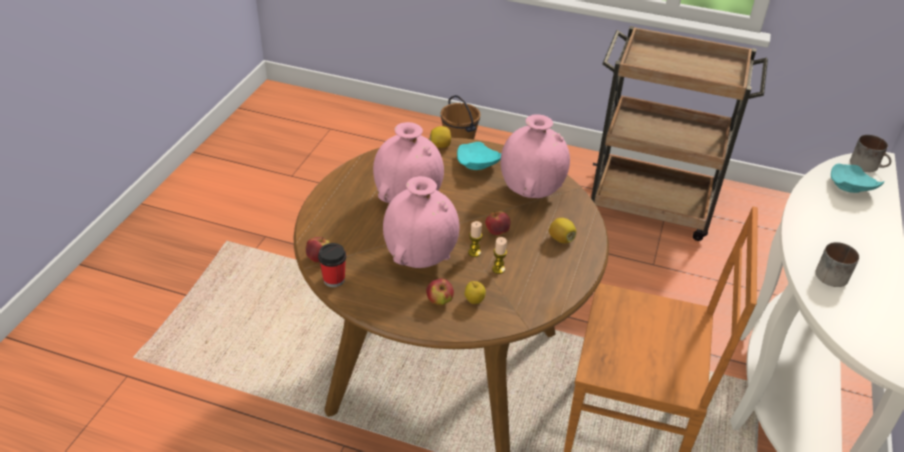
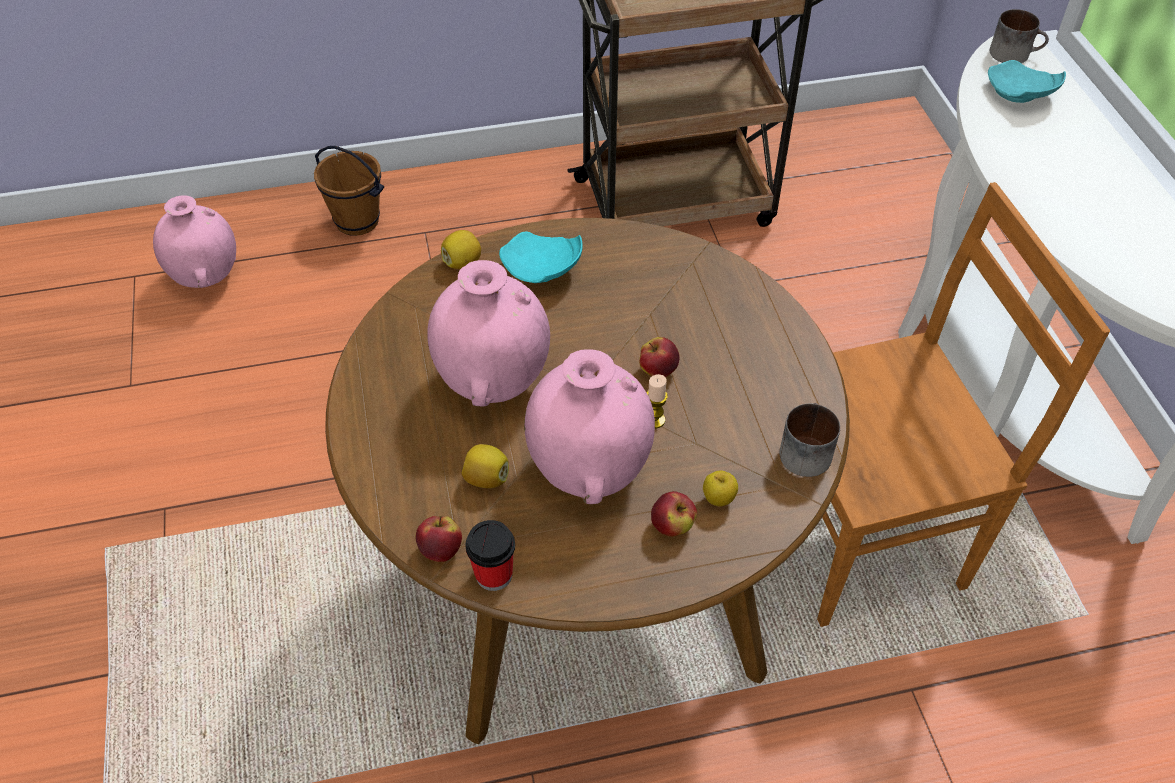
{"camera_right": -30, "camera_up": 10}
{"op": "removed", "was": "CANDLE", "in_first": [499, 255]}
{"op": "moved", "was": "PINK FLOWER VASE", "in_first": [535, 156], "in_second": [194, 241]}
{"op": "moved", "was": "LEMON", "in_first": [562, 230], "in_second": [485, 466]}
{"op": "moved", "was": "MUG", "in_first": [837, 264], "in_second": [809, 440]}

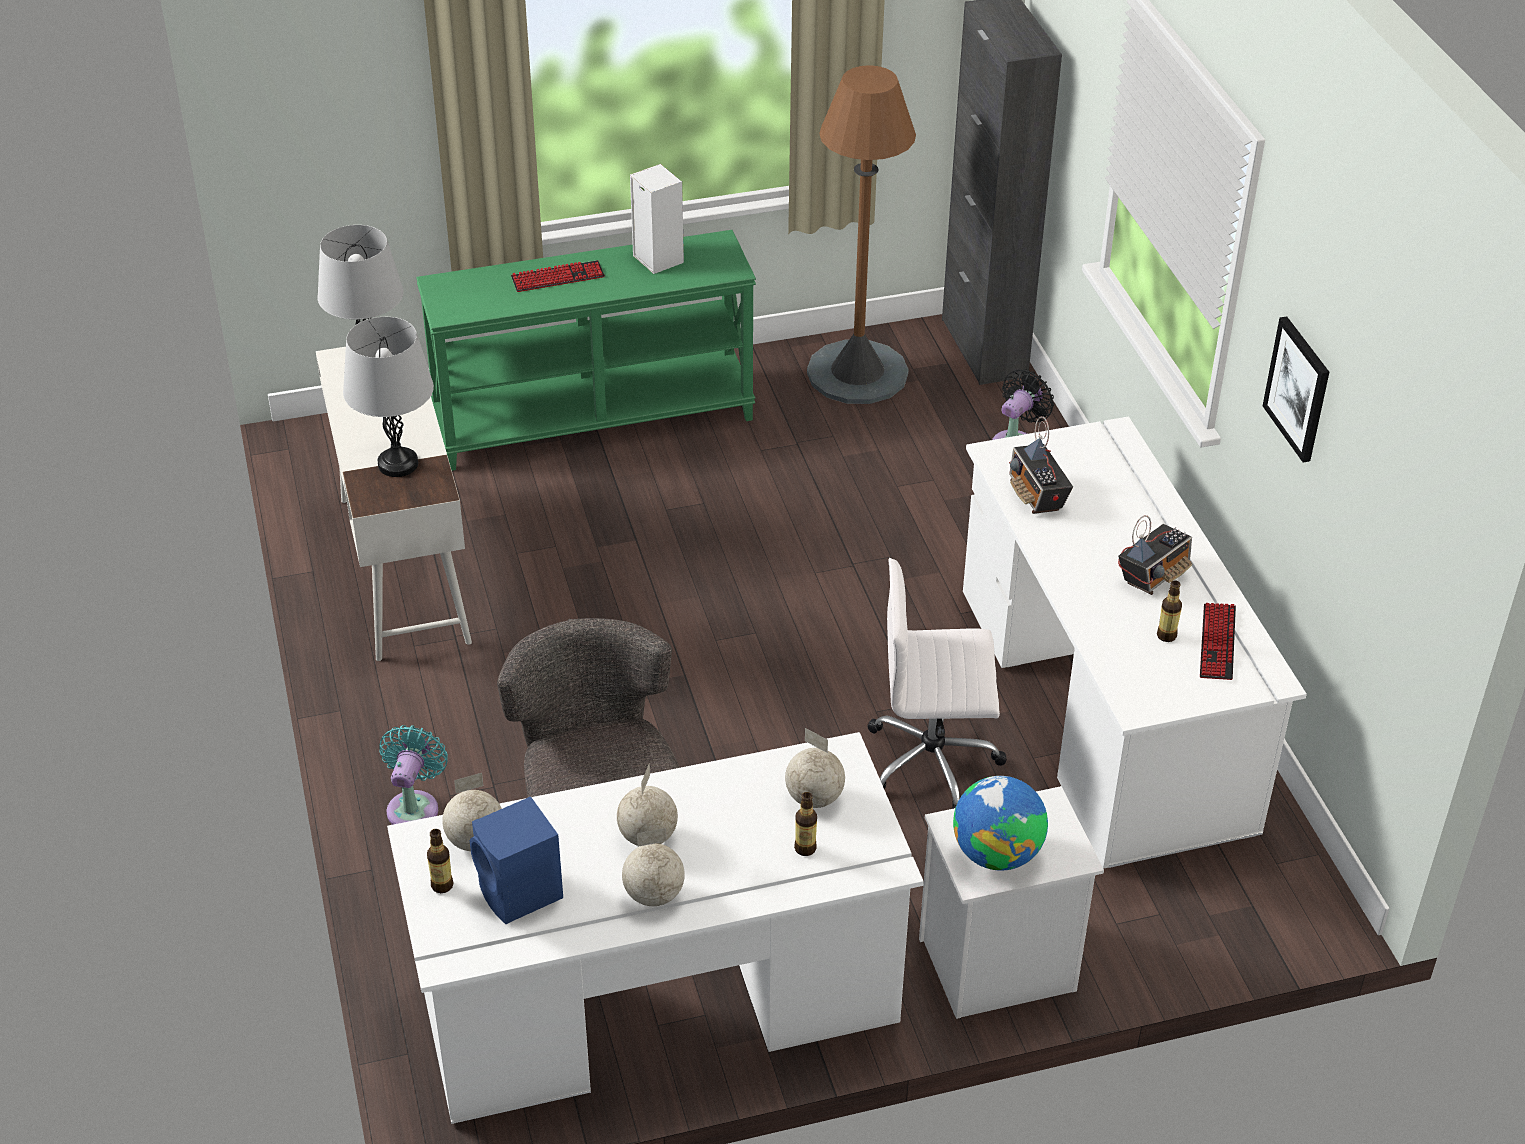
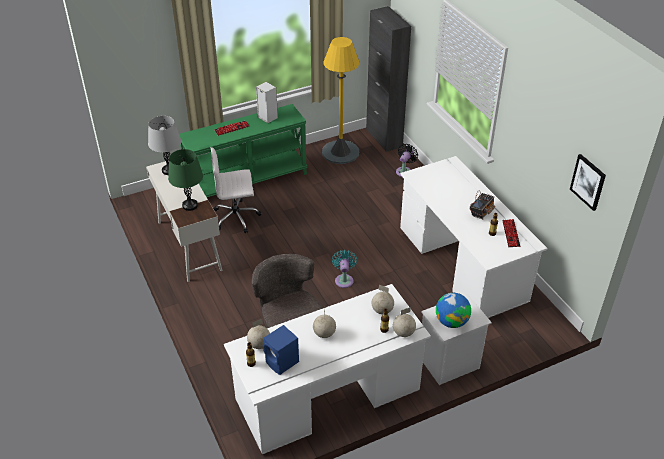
{"camera_right": -10, "camera_up": 0}
{"op": "removed", "was": "RADIO", "in_first": [1041, 465]}
{"op": "moved", "was": "TURQUOISE FAN", "in_first": [413, 775], "in_second": [344, 269]}
{"op": "moved", "was": "DESK GLOBE", "in_first": [653, 867], "in_second": [404, 322]}
{"op": "moved", "was": "WHITE-COLOURED OFFICE CHAIR", "in_first": [937, 683], "in_second": [236, 190]}
{"op": "moved", "was": "WALL ART", "in_first": [1296, 389], "in_second": [588, 182]}
{"op": "recoloured", "was": "GRAY LAMP FOR A TABLE", "now": "GREEN LAMP FOR A TABLE", "in_first": [388, 397], "in_second": [185, 180]}
{"op": "recoloured", "was": "BROWNISH STANDING LAMP", "now": "YELLOW-COLOURED STANDING LAMP", "in_first": [861, 234], "in_second": [340, 100]}

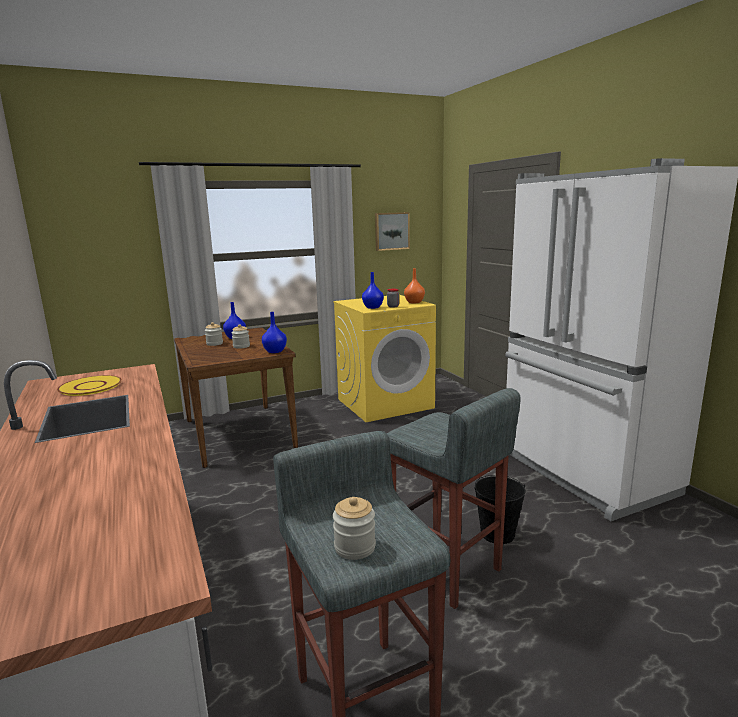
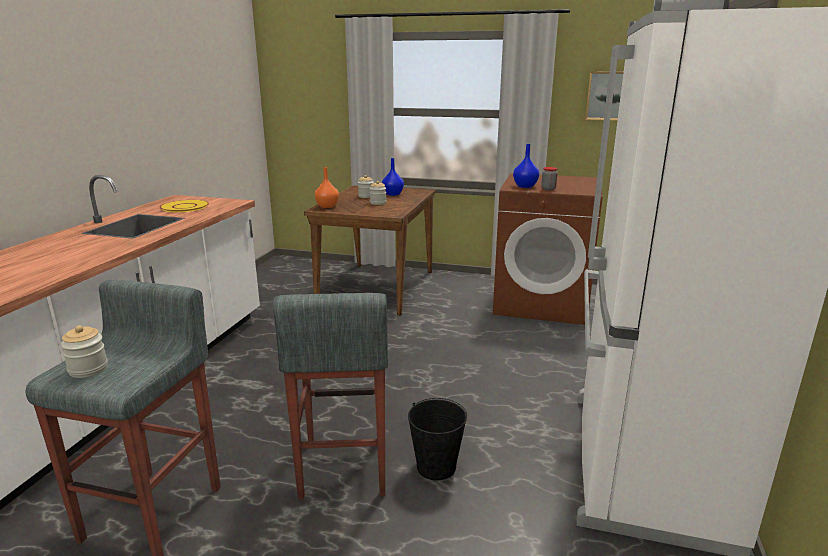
{"camera_right": 40, "camera_up": 5}
{"op": "removed", "was": "BLUE-COLOURED FLOWER VASE", "in_first": [274, 332]}
{"op": "moved", "was": "ORANGEY FLOWER VASE", "in_first": [414, 285], "in_second": [327, 187]}
{"op": "recoloured", "was": "YELLOW-COLOURED LAUNDRY MACHINE", "now": "BROWNISH LAUNDRY MACHINE", "in_first": [384, 358], "in_second": [548, 249]}

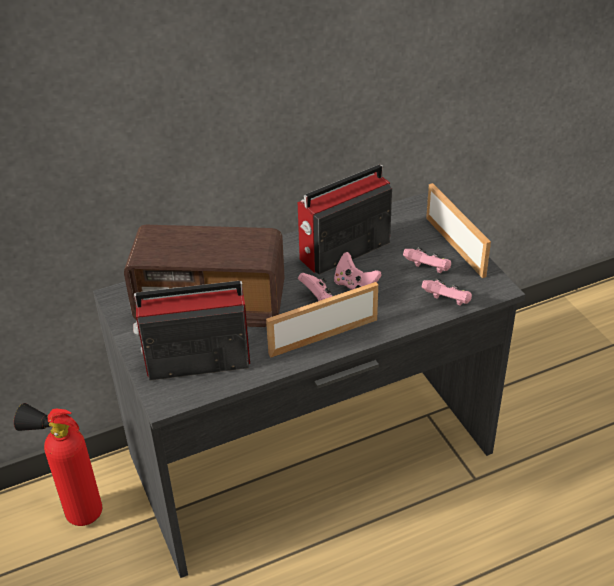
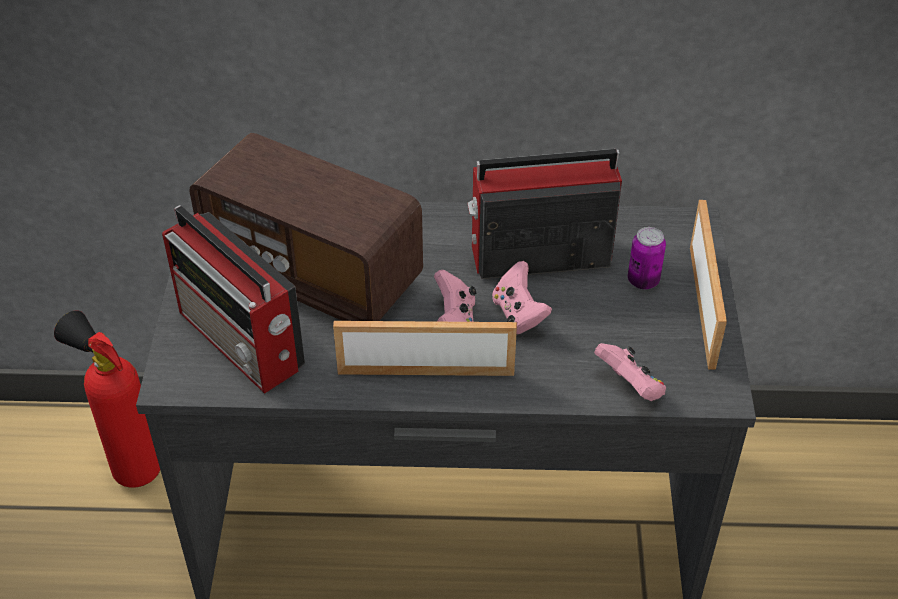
{"camera_right": 25, "camera_up": 5}
{"op": "removed", "was": "PINK GAMEPAD", "in_first": [427, 260]}
{"op": "added", "now": "SEALED CAN", "in_second": [647, 258]}
{"op": "turned", "was": "RADIO", "in_first": [191, 331], "in_second": [233, 299], "clockwise": -150}

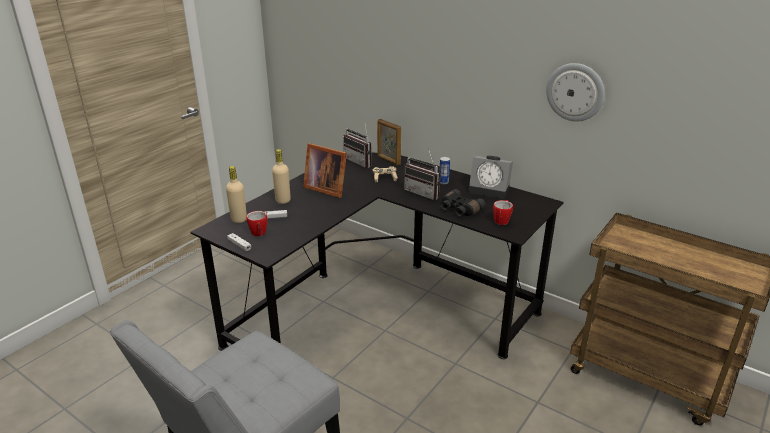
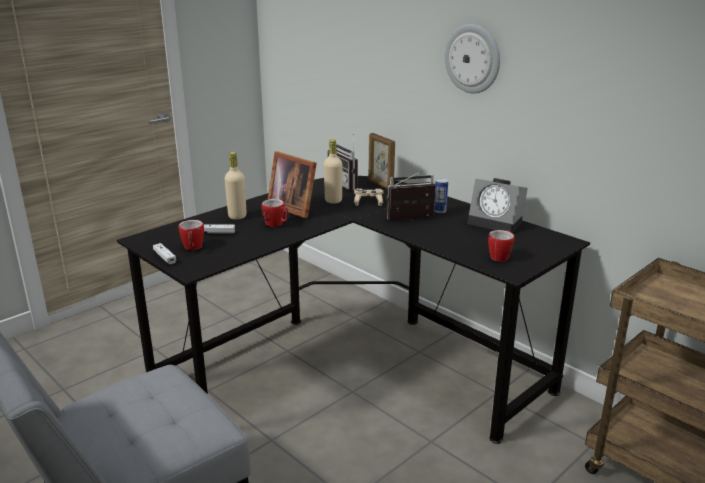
{"camera_right": 10, "camera_up": -5}
{"op": "removed", "was": "BLACKISH BINOCULARS", "in_first": [463, 202]}
{"op": "added", "now": "MUG", "in_second": [275, 213]}
{"op": "moved", "was": "BEIGE BOTTLE", "in_first": [236, 194], "in_second": [333, 171]}
{"op": "moved", "was": "WALL CLOCK", "in_first": [575, 92], "in_second": [472, 58]}
{"op": "turned", "was": "RADIO", "in_first": [422, 174], "in_second": [411, 196], "clockwise": 120}

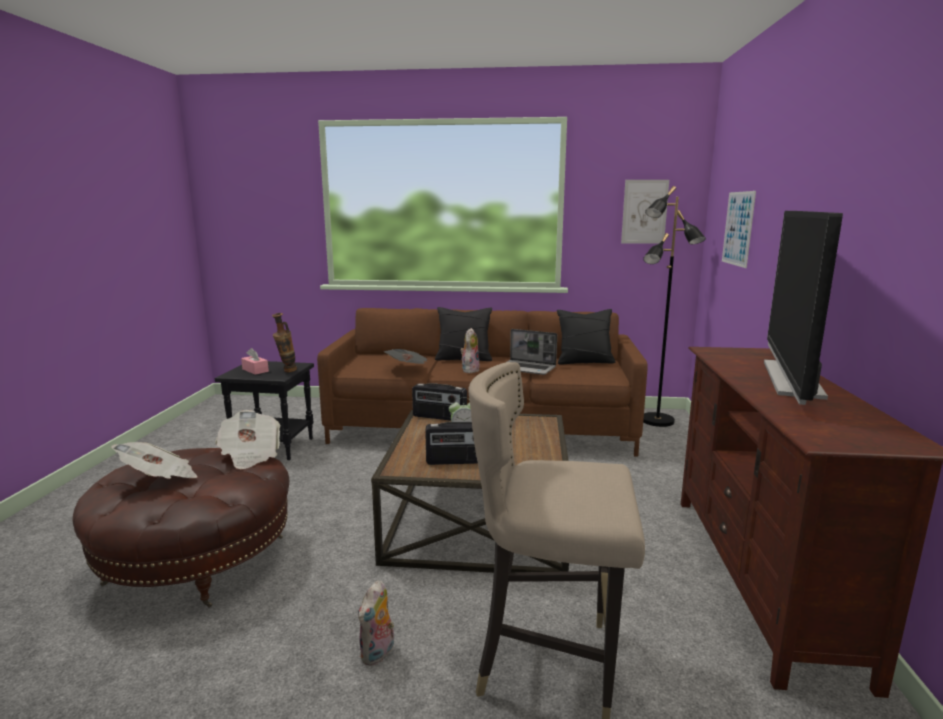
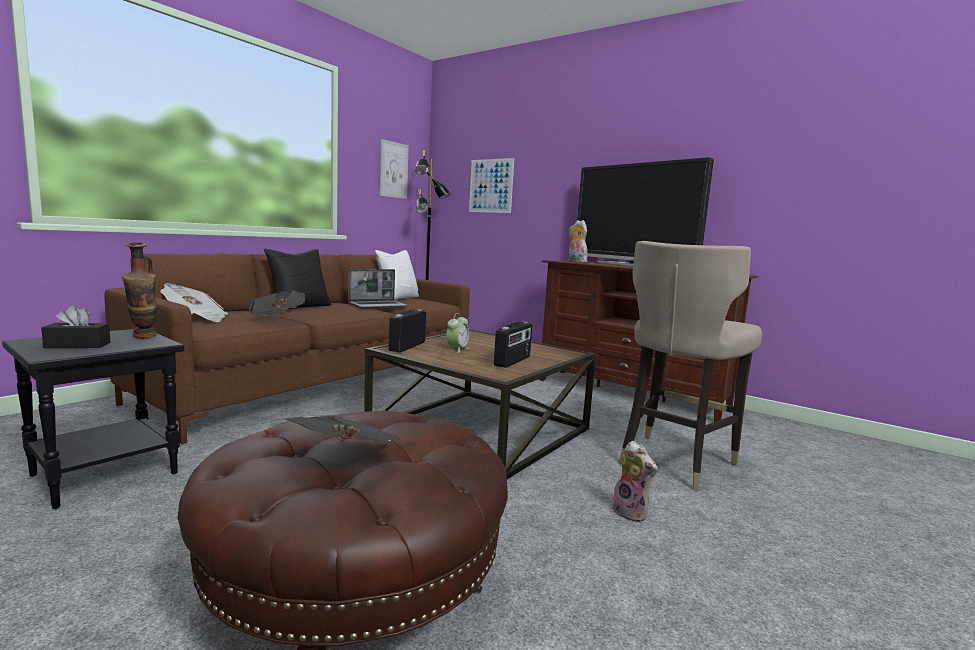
{"camera_right": -60, "camera_up": -5}
{"op": "moved", "was": "NEWSPAPER", "in_first": [247, 439], "in_second": [194, 302]}
{"op": "moved", "was": "SOFT TOY", "in_first": [470, 350], "in_second": [577, 241]}
{"op": "recoloured", "was": "PINK BOX OF TISSUES", "now": "BLACKISH BOX OF TISSUES", "in_first": [255, 361], "in_second": [75, 326]}
{"op": "recoloured", "was": "BLACKISH THROW PILLOW", "now": "WHITE-COLOURED THROW PILLOW", "in_first": [586, 337], "in_second": [397, 275]}
{"op": "turned", "was": "RADIO", "in_first": [439, 402], "in_second": [407, 330], "clockwise": 150}

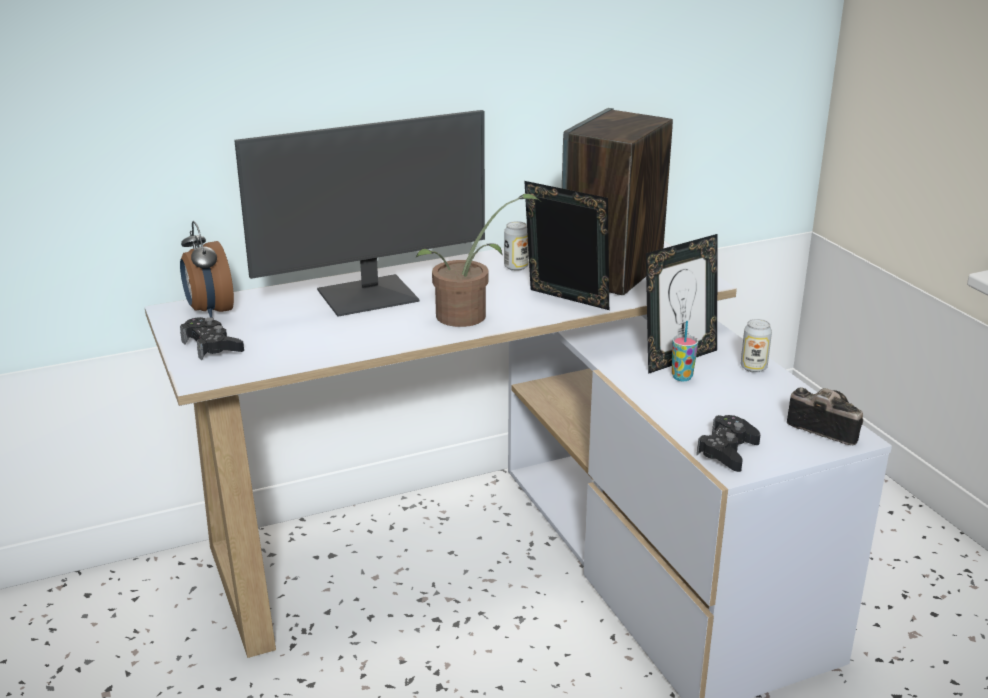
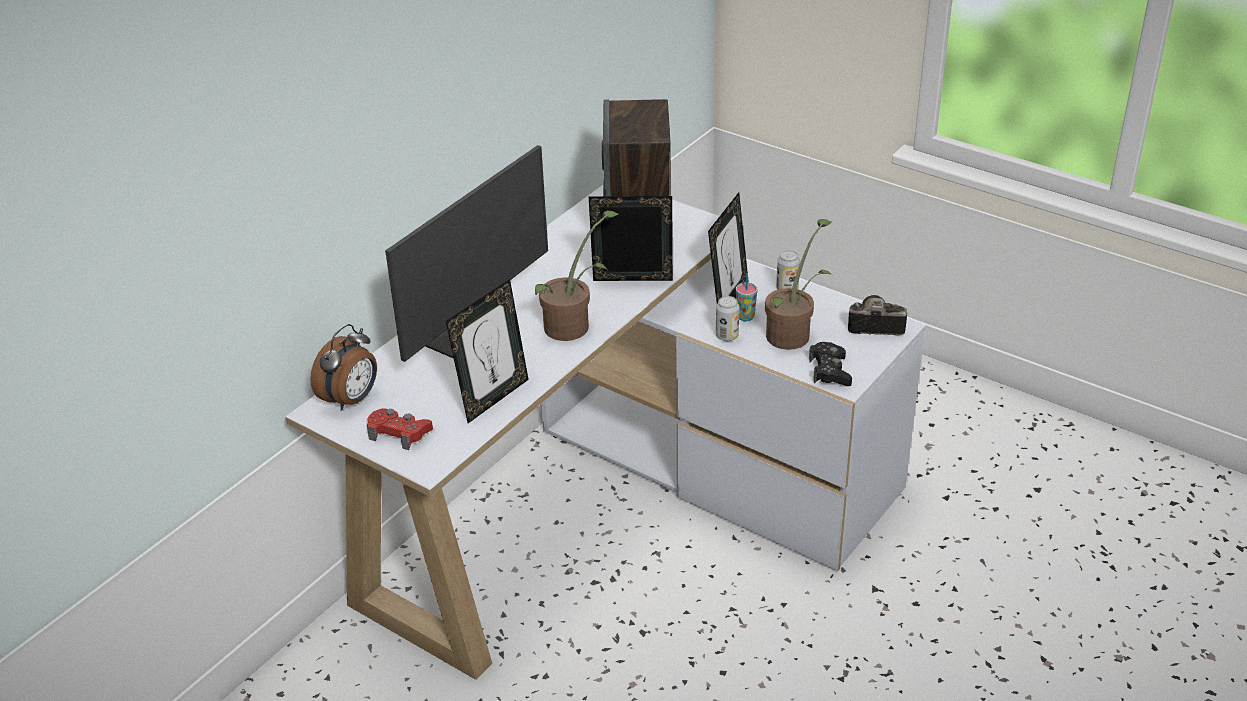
{"camera_right": -30, "camera_up": 10}
{"op": "added", "now": "PICTURE FRAME", "in_second": [487, 351]}
{"op": "added", "now": "PLANT IN A POT", "in_second": [799, 284]}
{"op": "moved", "was": "SEALED CAN", "in_first": [516, 246], "in_second": [728, 318]}
{"op": "recoloured", "was": "BLACKISH GAMEPAD", "now": "RED-COLOURED GAMEPAD", "in_first": [212, 338], "in_second": [400, 429]}
{"op": "turned", "was": "TABLE CLOCK", "in_first": [207, 269], "in_second": [343, 367], "clockwise": -90}

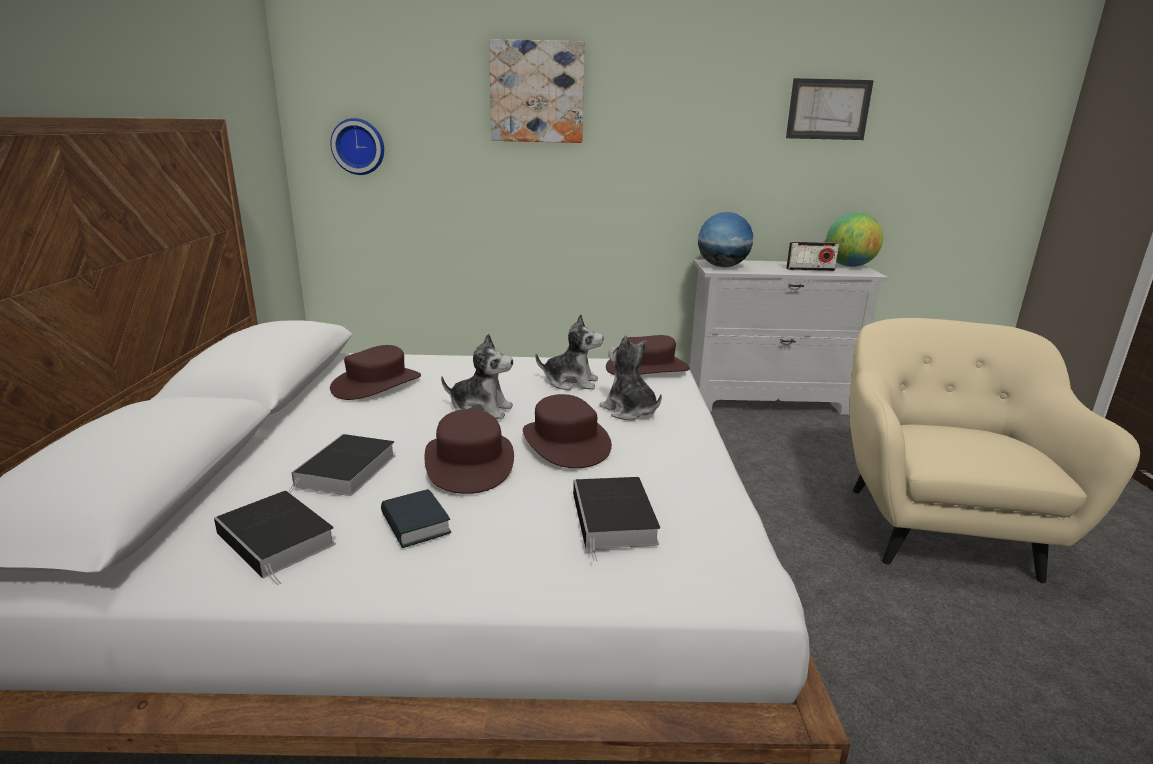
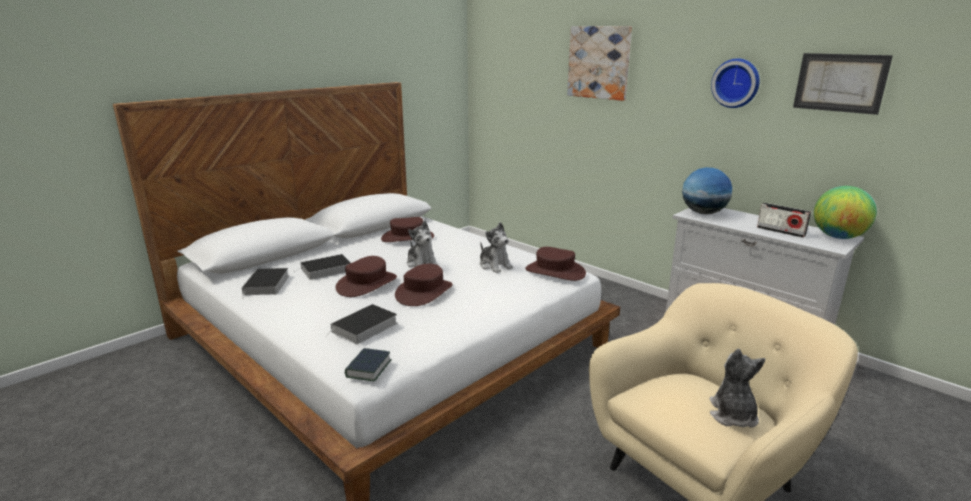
{"camera_right": 45, "camera_up": 0}
{"op": "moved", "was": "WALL CLOCK", "in_first": [357, 146], "in_second": [735, 83]}
{"op": "moved", "was": "VOLUME", "in_first": [416, 518], "in_second": [368, 364]}
{"op": "moved", "was": "SOFT TOY", "in_first": [630, 377], "in_second": [737, 388]}

